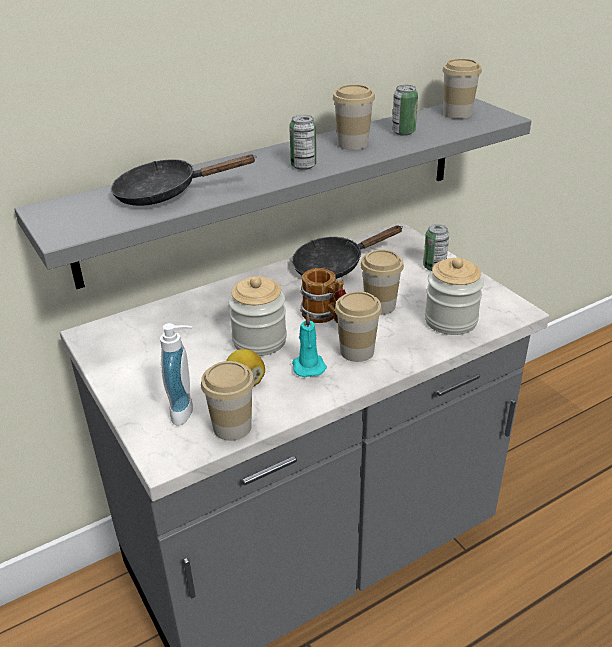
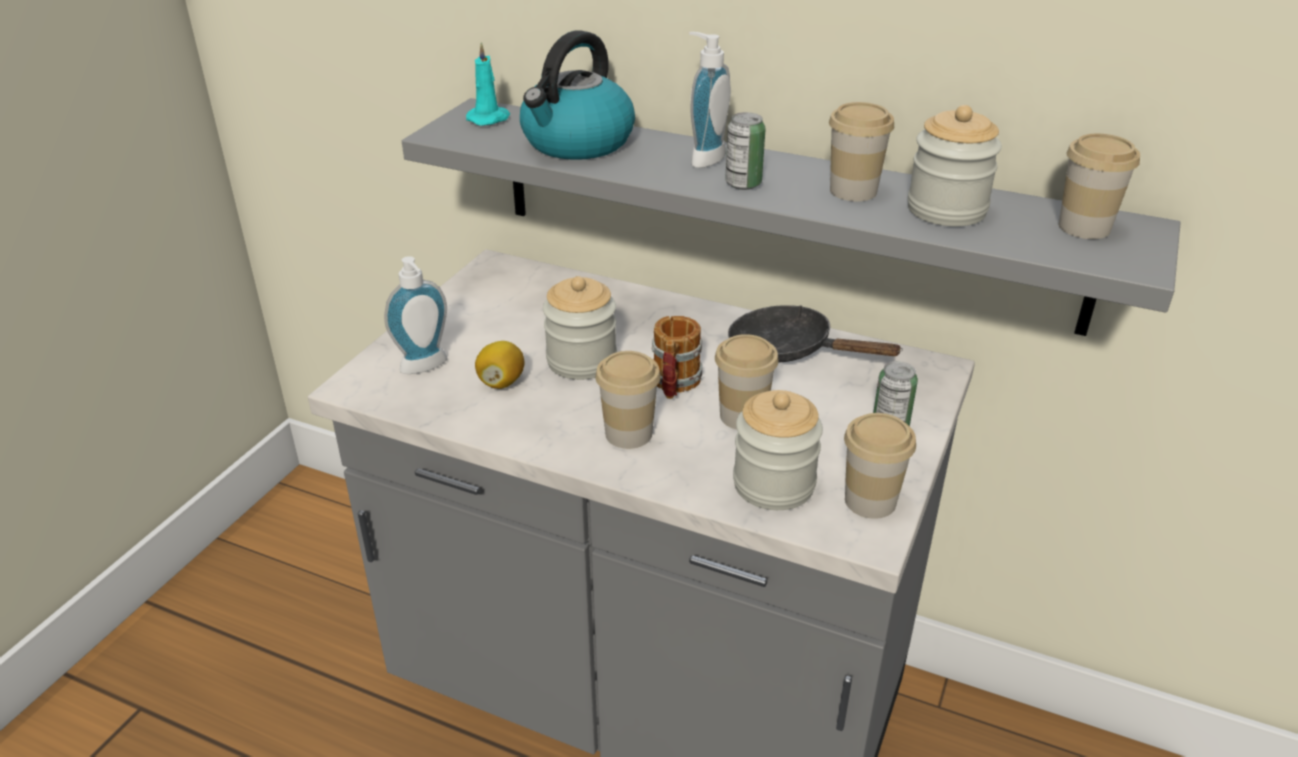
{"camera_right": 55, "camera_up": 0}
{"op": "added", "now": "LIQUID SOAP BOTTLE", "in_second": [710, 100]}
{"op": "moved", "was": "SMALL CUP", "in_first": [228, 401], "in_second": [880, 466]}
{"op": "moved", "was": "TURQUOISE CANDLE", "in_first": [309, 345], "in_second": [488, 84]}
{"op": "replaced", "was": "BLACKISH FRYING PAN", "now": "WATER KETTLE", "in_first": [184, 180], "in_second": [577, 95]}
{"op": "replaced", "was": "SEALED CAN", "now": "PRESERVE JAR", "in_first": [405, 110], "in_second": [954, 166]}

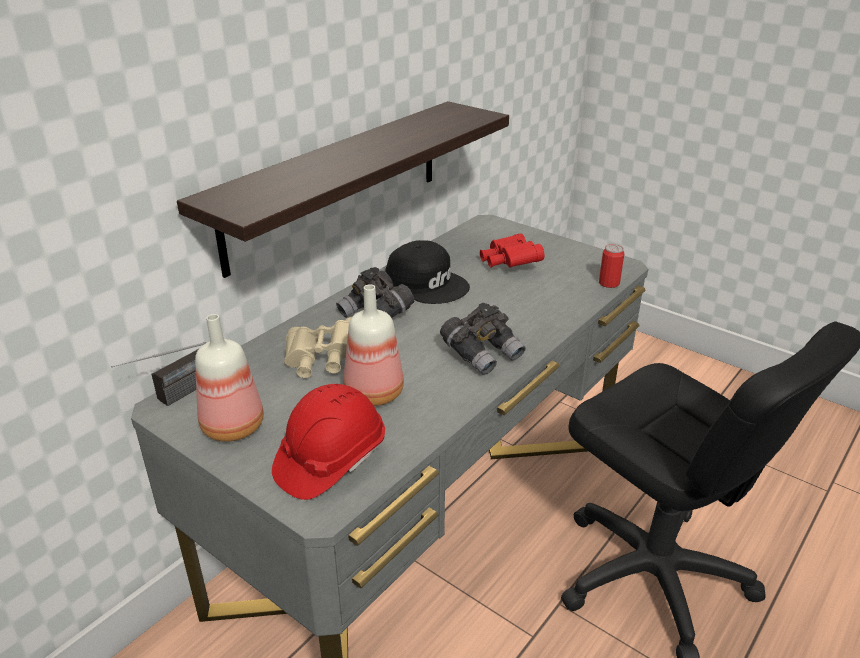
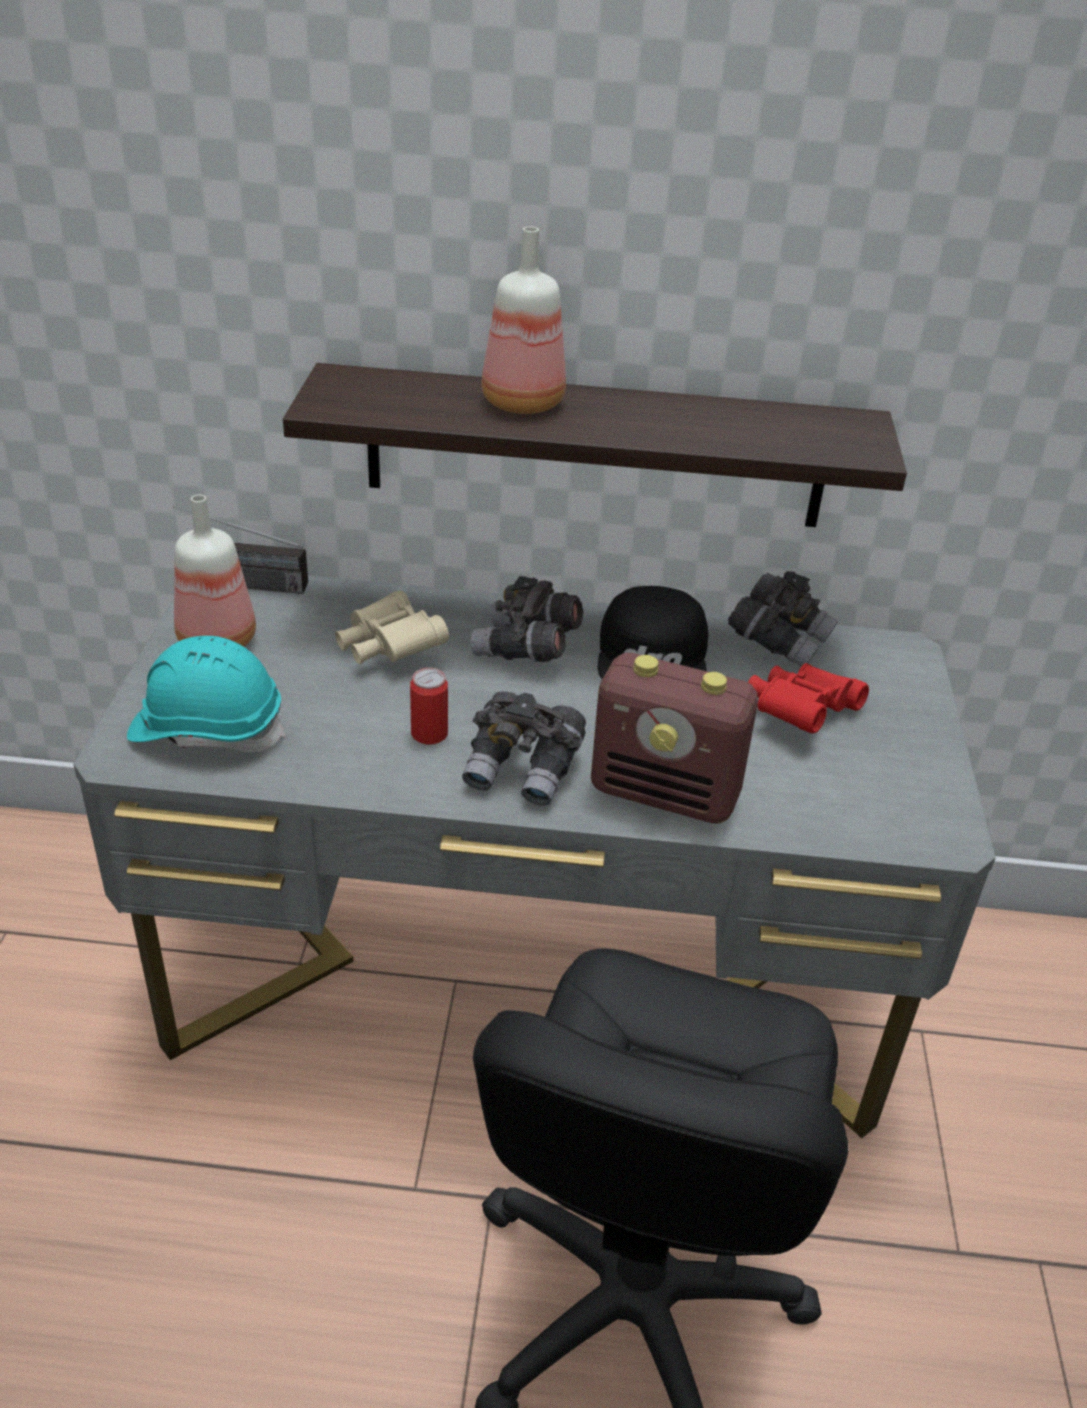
{"camera_right": 55, "camera_up": 5}
{"op": "added", "now": "RADIO", "in_second": [674, 738]}
{"op": "added", "now": "GRAY BINOCULARS", "in_second": [783, 619]}
{"op": "moved", "was": "BOTTLE", "in_first": [374, 345], "in_second": [524, 320]}
{"op": "moved", "was": "SEALED CAN", "in_first": [611, 266], "in_second": [429, 706]}
{"op": "recoloured", "was": "RED-COLOURED SAFETY HELMET", "now": "TURQUOISE SAFETY HELMET", "in_first": [328, 442], "in_second": [206, 694]}

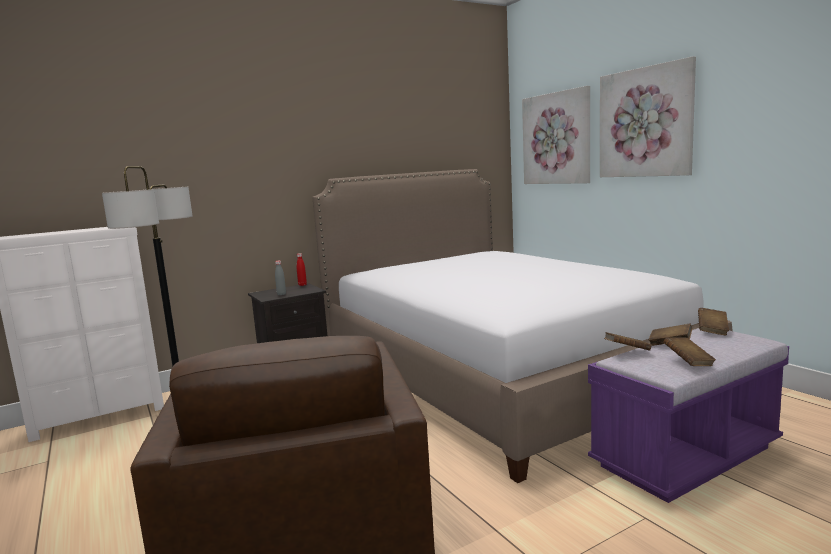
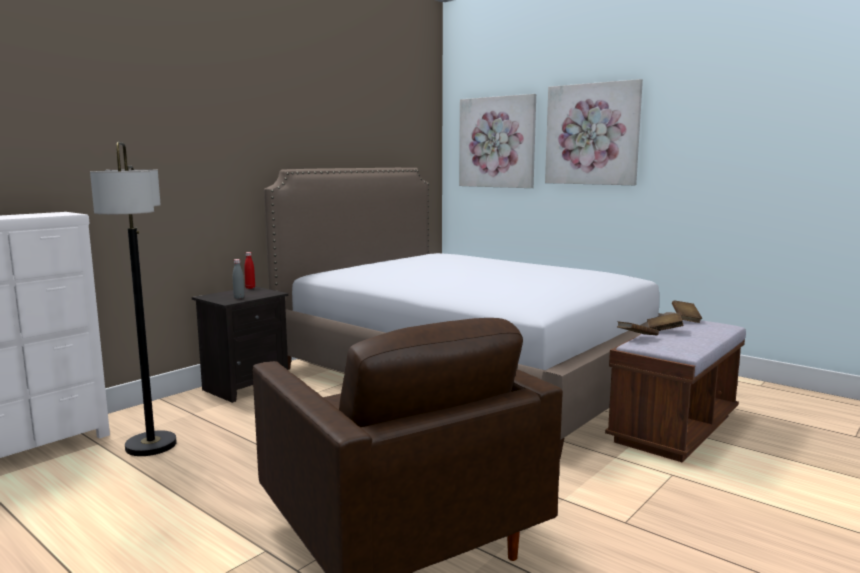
{"camera_right": -20, "camera_up": 0}
{"op": "removed", "was": "BROWNISH VOLUME", "in_first": [689, 352]}
{"op": "recoloured", "was": "PURPLE-COLOURED INDOOR BENCH", "now": "BROWNISH INDOOR BENCH", "in_first": [688, 415], "in_second": [675, 391]}

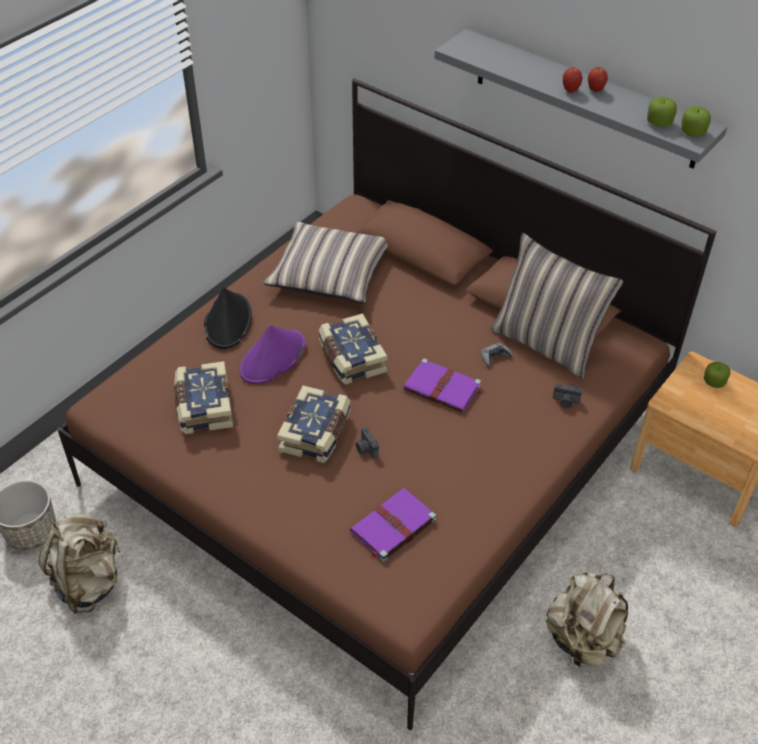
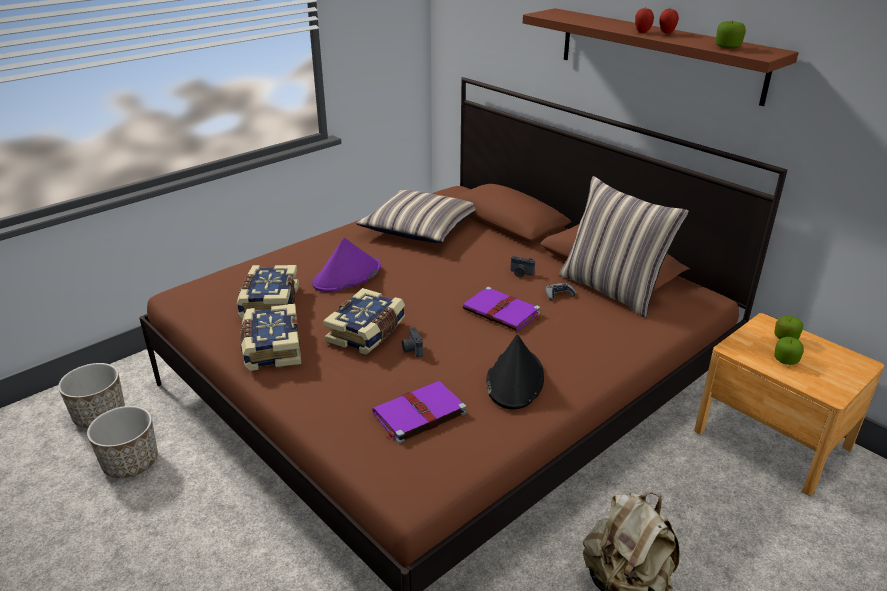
{"camera_right": 10, "camera_up": -15}
{"op": "moved", "was": "BLACKISH HAT", "in_first": [228, 318], "in_second": [515, 371]}
{"op": "moved", "was": "VOLUME", "in_first": [353, 349], "in_second": [270, 337]}
{"op": "moved", "was": "STILL CAMERA", "in_first": [567, 396], "in_second": [522, 266]}
{"op": "moved", "was": "APPLE FRUIT", "in_first": [696, 121], "in_second": [789, 351]}
{"op": "replaced", "was": "BEIGE KNAPSACK", "now": "FLOWER POT", "in_first": [79, 563], "in_second": [122, 442]}
{"op": "recoloured", "was": "GRAY SHELF", "now": "BROWNISH SHELF", "in_first": [581, 99], "in_second": [661, 57]}

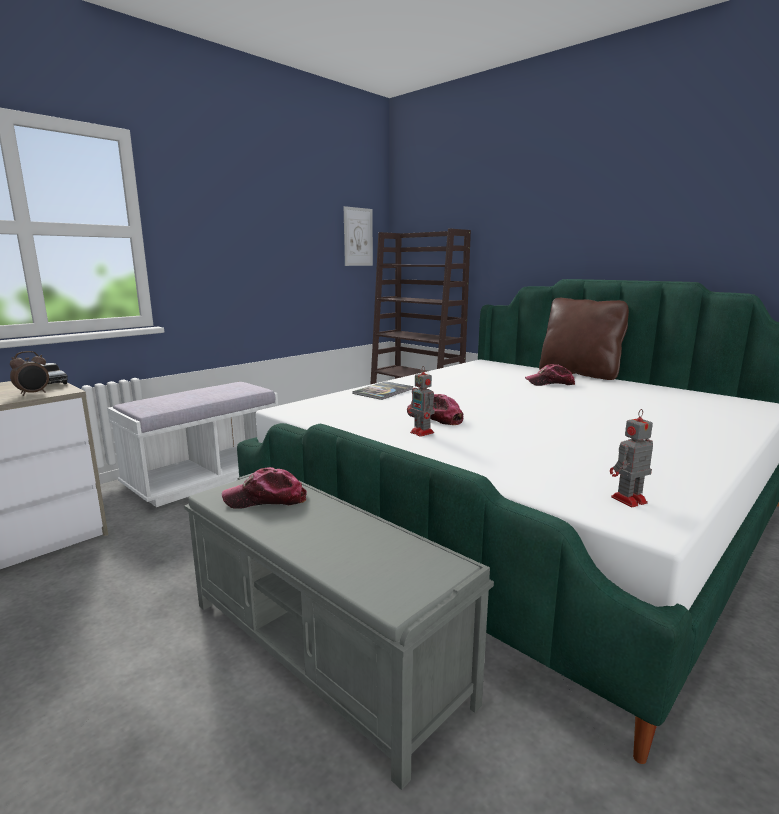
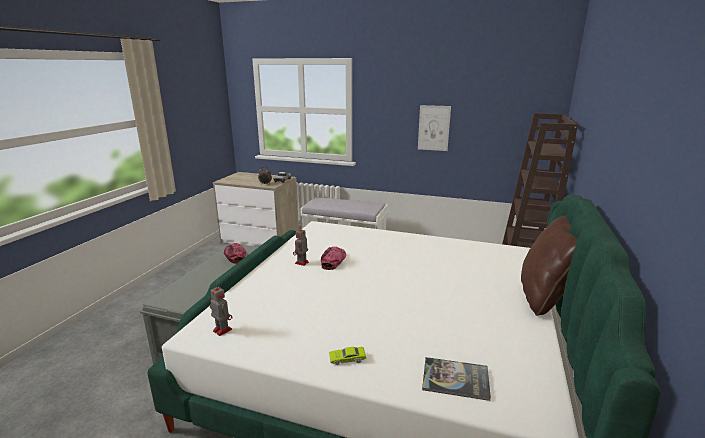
{"camera_right": 65, "camera_up": 5}
{"op": "removed", "was": "CAP", "in_first": [550, 375]}
{"op": "added", "now": "GREEN MINIATURE CAR", "in_second": [347, 356]}
{"op": "moved", "was": "WALL ART", "in_first": [358, 236], "in_second": [434, 128]}
{"op": "moved", "was": "VOLUME", "in_first": [383, 390], "in_second": [456, 379]}

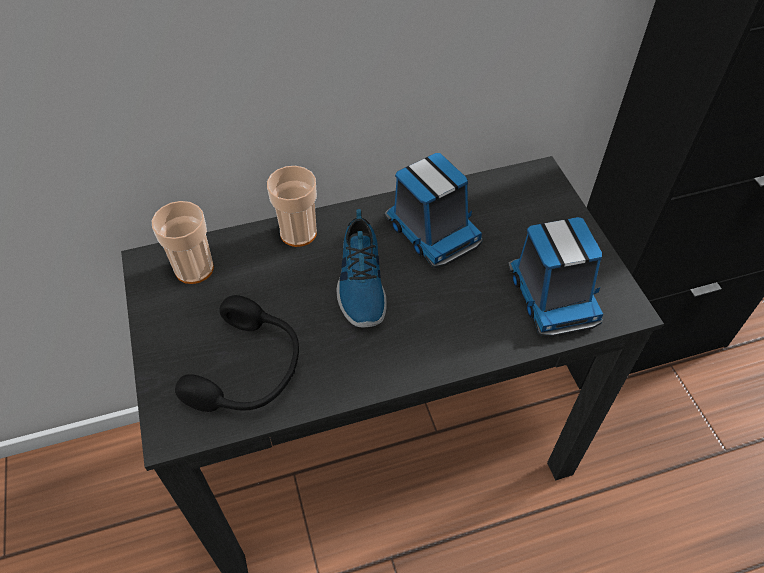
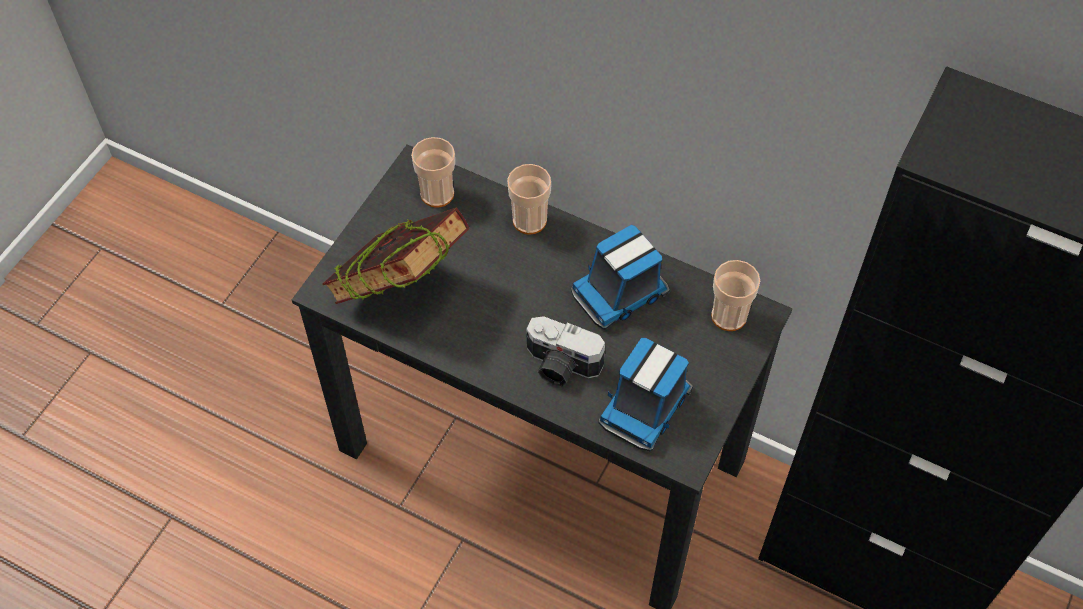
{"camera_right": 45, "camera_up": 5}
{"op": "removed", "was": "ITEM OF FOOTWEAR", "in_first": [361, 268]}
{"op": "added", "now": "STILL CAMERA", "in_second": [565, 351]}
{"op": "added", "now": "SMALL CUP", "in_second": [735, 295]}
{"op": "replaced", "was": "BLACKISH PAIR OF HEADPHONES", "now": "VOLUME", "in_first": [237, 353], "in_second": [396, 255]}
{"op": "turned", "was": "TOY LORRY", "in_first": [433, 210], "in_second": [620, 277], "clockwise": 45}

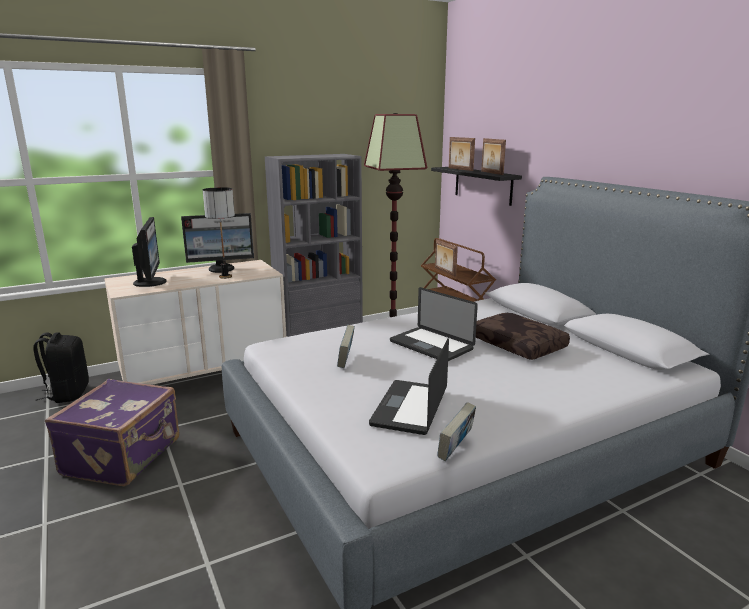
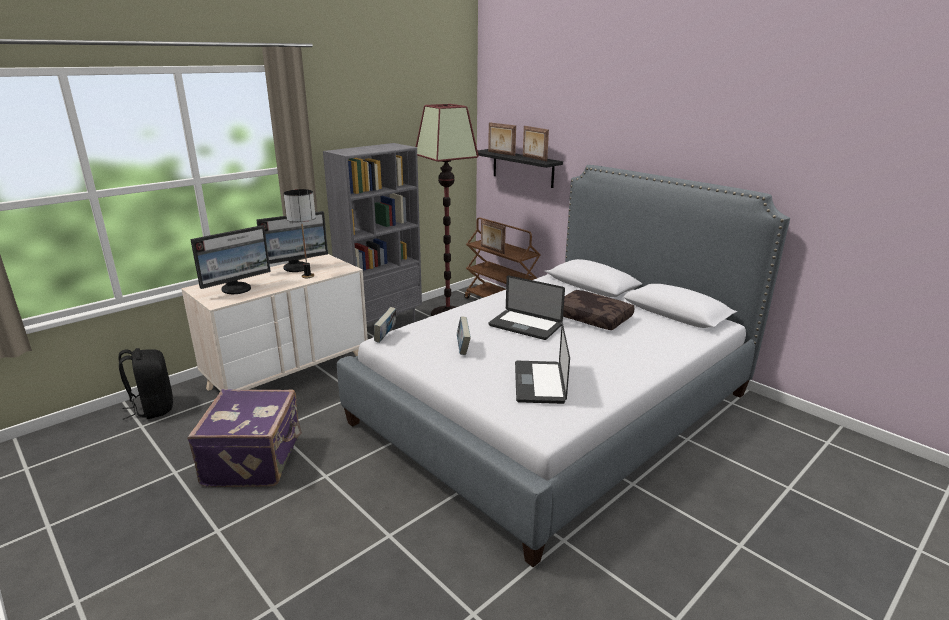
{"camera_right": -15, "camera_up": 5}
{"op": "moved", "was": "VOLUME", "in_first": [456, 431], "in_second": [385, 325]}
{"op": "turned", "was": "COMPUTER SCREEN", "in_first": [149, 252], "in_second": [230, 259], "clockwise": 75}

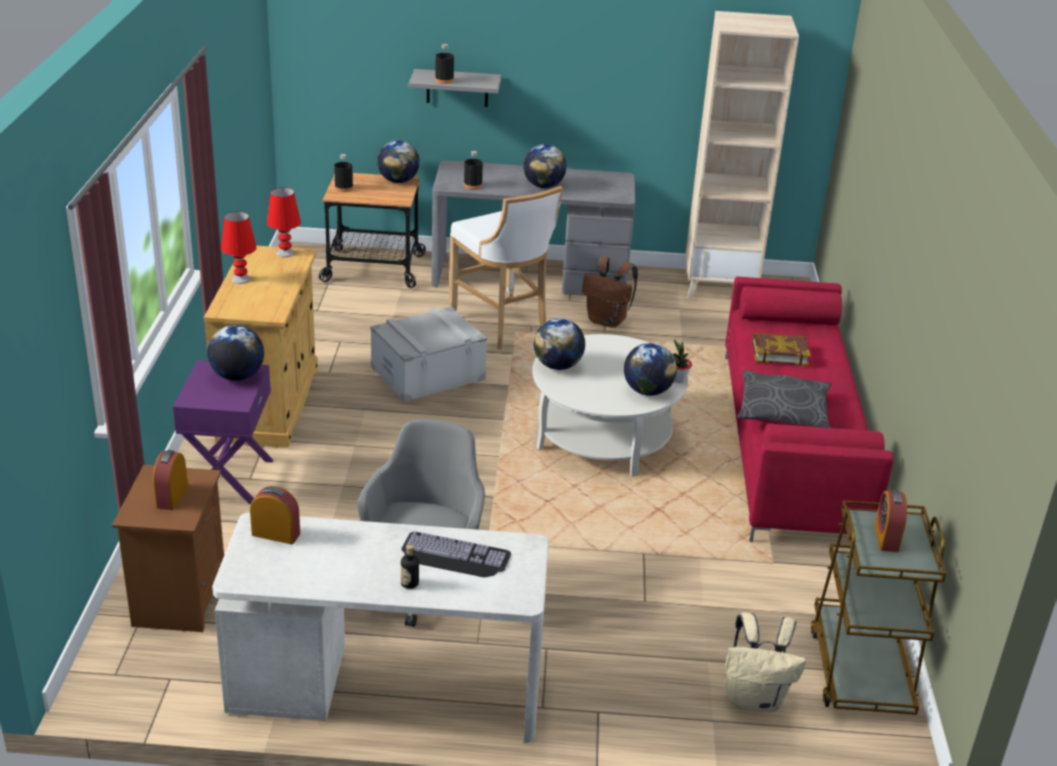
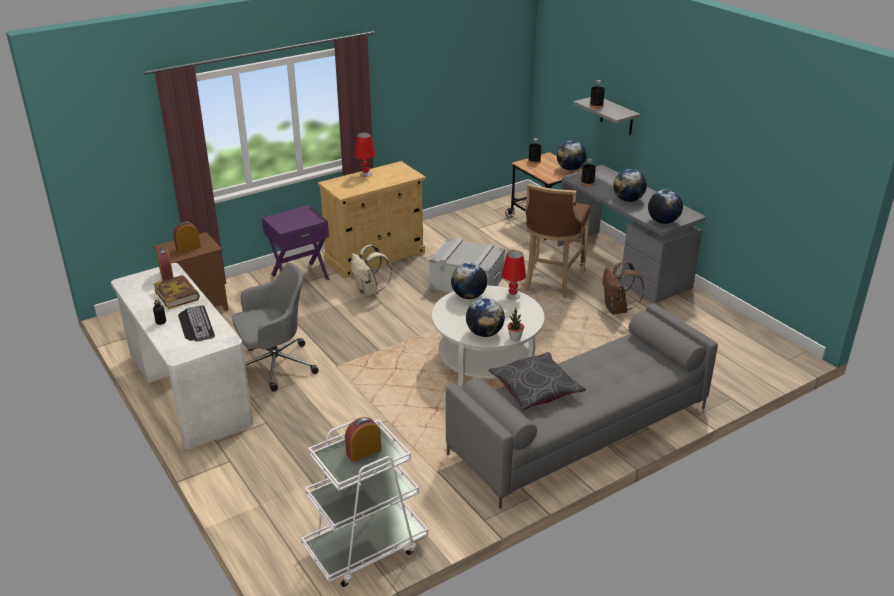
{"camera_right": 55, "camera_up": 0}
{"op": "removed", "was": "BEIGE BOOKSHELF", "in_first": [742, 155]}
{"op": "moved", "was": "DESK GLOBE", "in_first": [235, 353], "in_second": [665, 207]}
{"op": "moved", "was": "RED-COLOURED LAMP FOR A TABLE", "in_first": [284, 222], "in_second": [514, 275]}
{"op": "moved", "was": "BEIGE KNAPSACK", "in_first": [765, 662], "in_second": [371, 271]}
{"op": "moved", "was": "VOLUME", "in_first": [781, 349], "in_second": [176, 292]}
{"op": "recoloured", "was": "WHITE-COLOURED STOOL SEAT", "now": "BROWNISH STOOL SEAT", "in_first": [506, 268], "in_second": [557, 241]}
{"op": "recoloured", "was": "RED-COLOURED SETTEE", "now": "GRAY SETTEE", "in_first": [809, 409], "in_second": [582, 406]}
{"op": "recoloured", "was": "BROWNISH TROLLEY", "now": "WHITE-COLOURED TROLLEY", "in_first": [878, 607], "in_second": [364, 503]}

